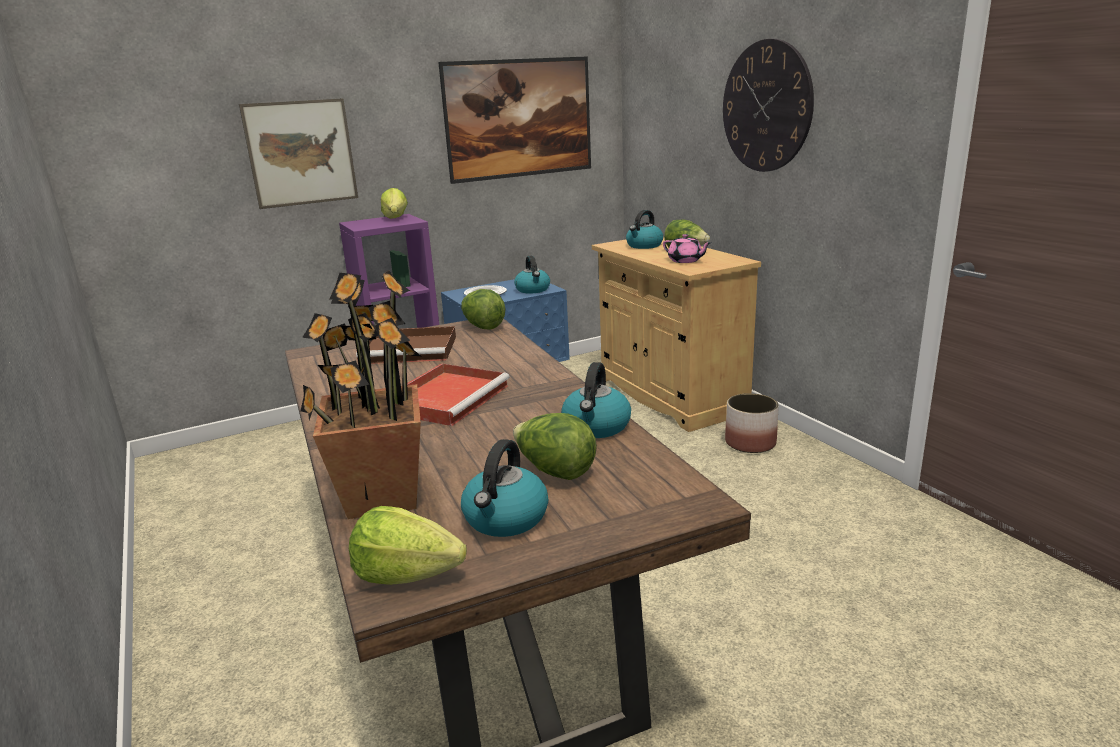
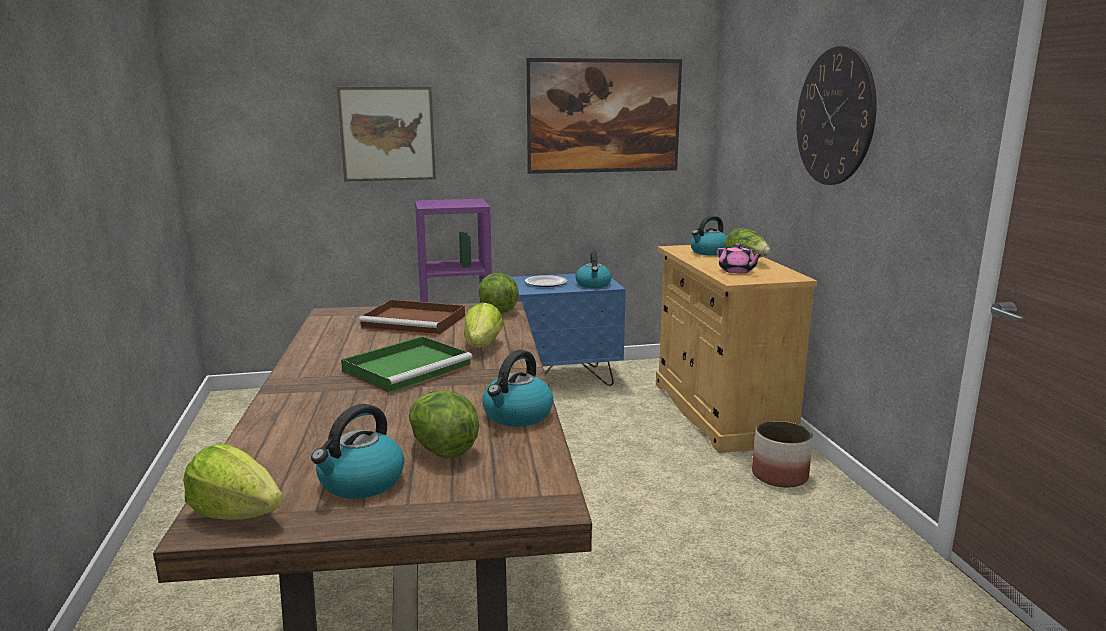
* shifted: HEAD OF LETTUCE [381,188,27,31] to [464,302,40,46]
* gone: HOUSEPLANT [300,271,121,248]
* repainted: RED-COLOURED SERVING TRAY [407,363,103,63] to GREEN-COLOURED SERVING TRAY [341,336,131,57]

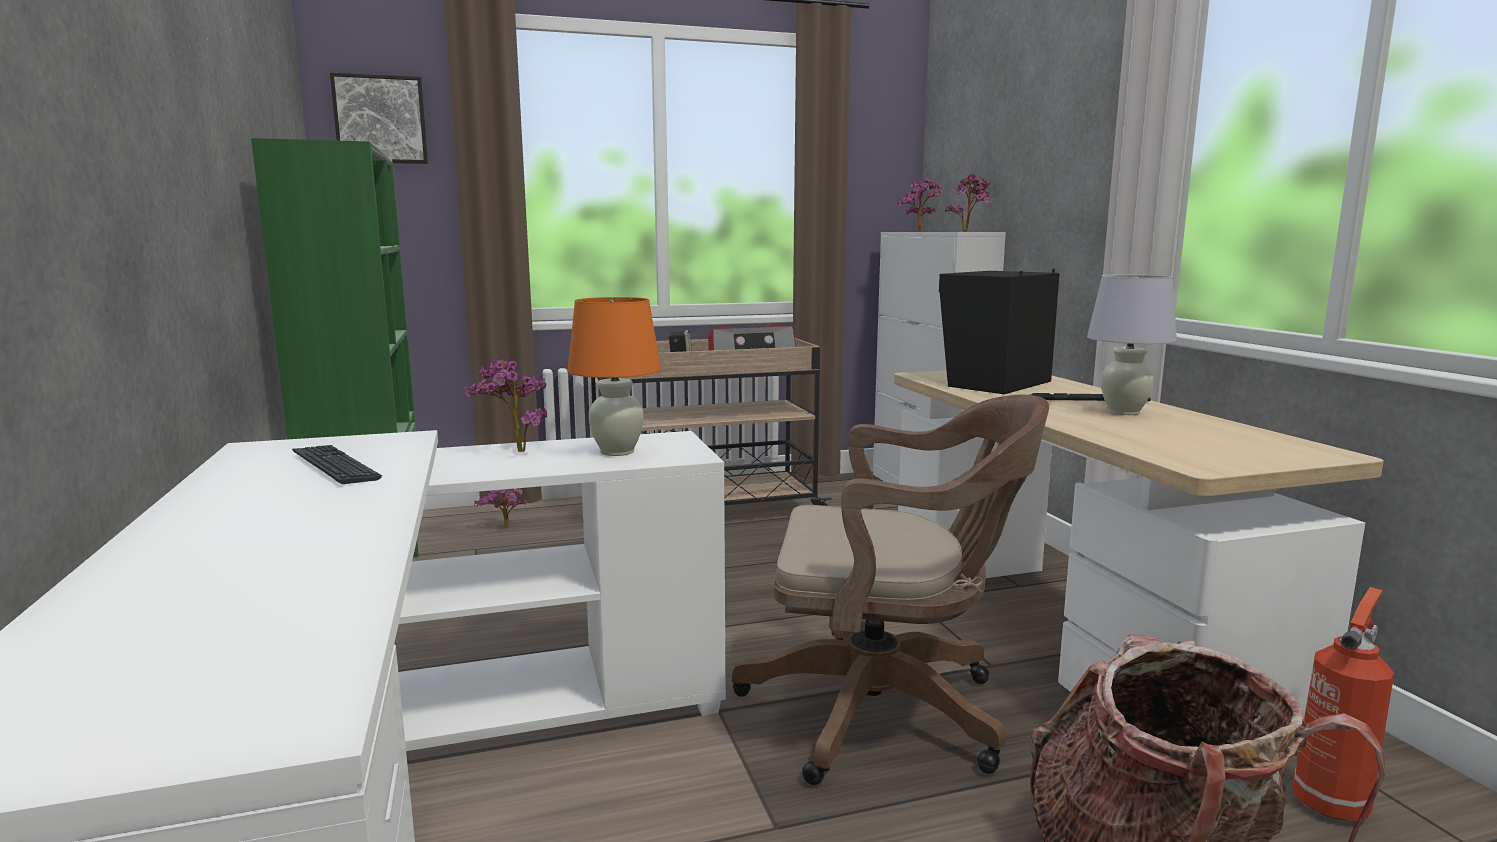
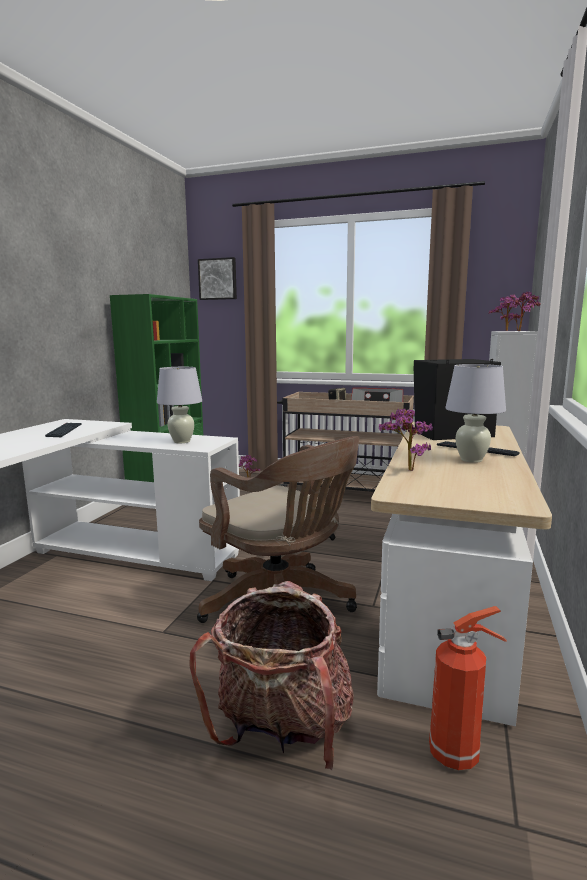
* repainted: ORANGE-COLOURED TABLE LAMP [567,297,94,159] to WHITISH TABLE LAMP [157,367,45,76]
* shifted: HOUSEPLANT [465,359,82,93] to [379,408,54,63]

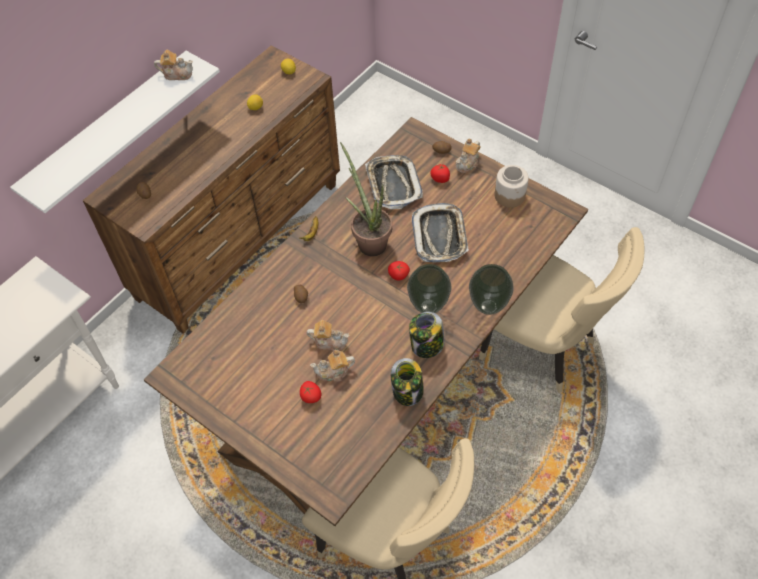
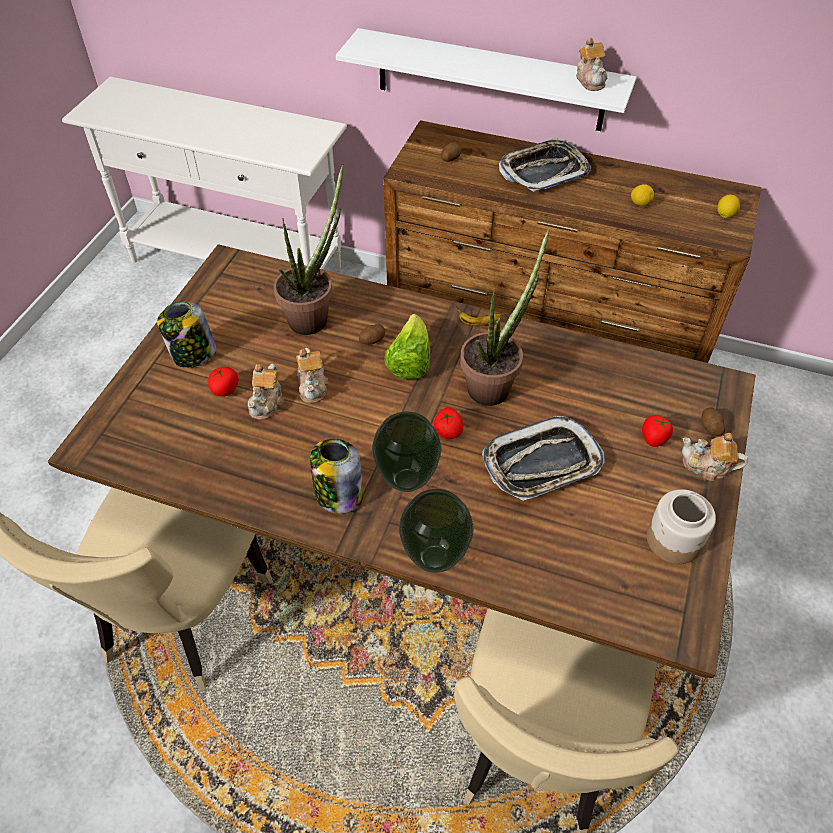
* shifted: SERVING TRAY [365,155,58,54] to [499,138,92,54]
* rotated: TEAPOT [310,350,45,32] = [247,364,37,56] 135 degrees counterclockwise
* shifted: STORAGE JAR [391,358,33,48] to [157,301,59,67]
* new: HOUSEPLANT [274,164,69,171]
* new: HEAD OF LETTUCE [384,314,46,65]

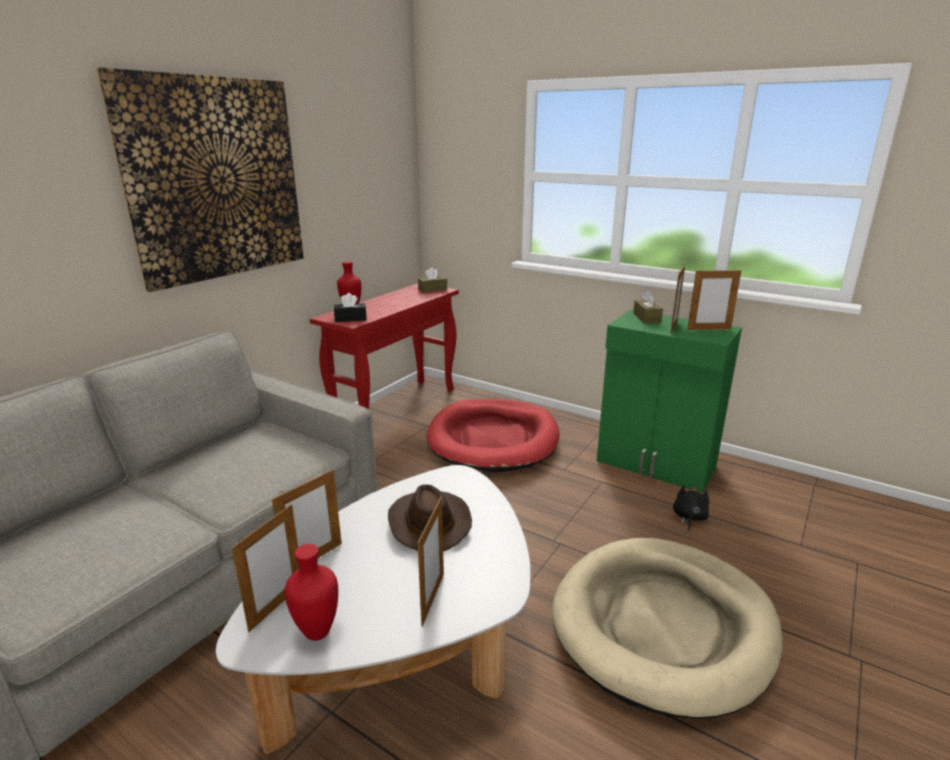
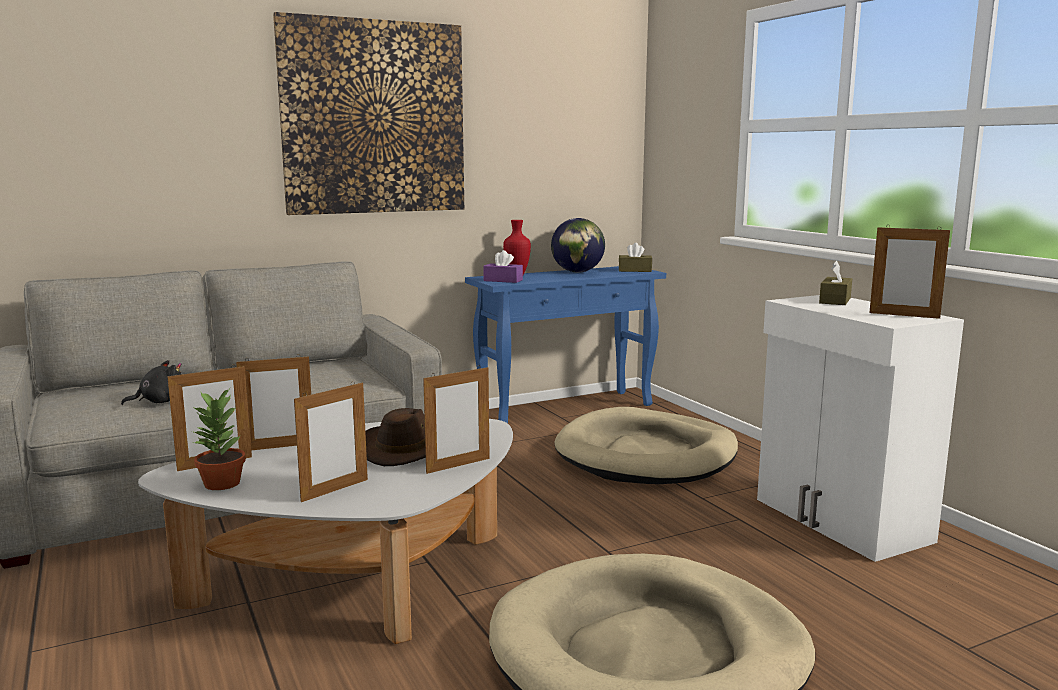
* shifted: STANDING FRAME [670,265,15,69] to [423,365,67,109]
* repainted: RED-COLOURED HALL TABLE [310,284,149,125] to BLUE-COLOURED HALL TABLE [465,266,201,157]
* repainted: BLACKISH TISSUE HOLDER [334,293,33,29] to PURPLE-COLOURED TISSUE HOLDER [483,250,40,33]
* repainted: GREEN-COLOURED STORAGE CABINET [597,310,145,183] to WHITISH STORAGE CABINET [757,295,207,267]
* repainted: RED-COLOURED DOG CUSHION [427,399,133,73] to BEIGE DOG CUSHION [554,407,184,77]
* shifted: BLACKISH CUDDLY TOY [673,485,36,46] to [121,360,61,45]
* swapped: RED-COLOURED VASE [285,544,53,97] to HOUSEPLANT [192,390,54,100]
* new: DESK GLOBE [551,218,54,55]

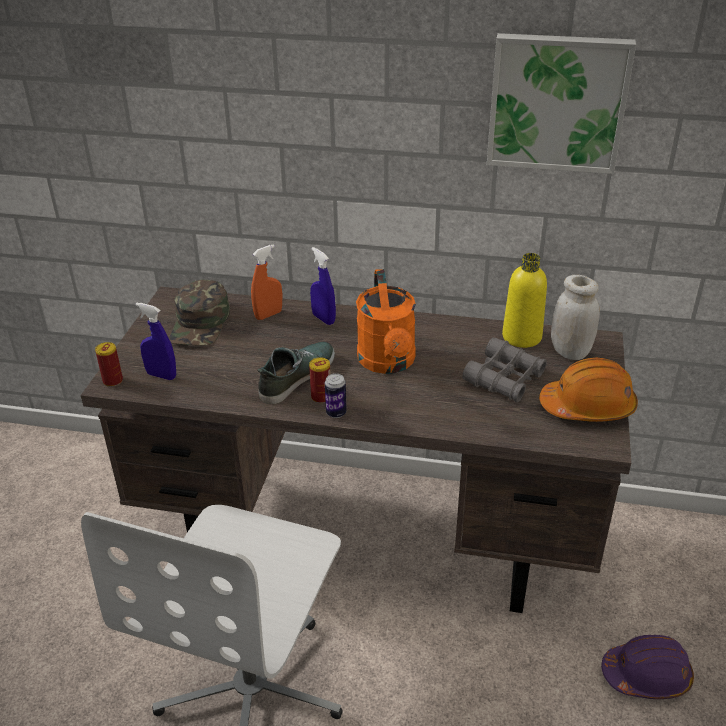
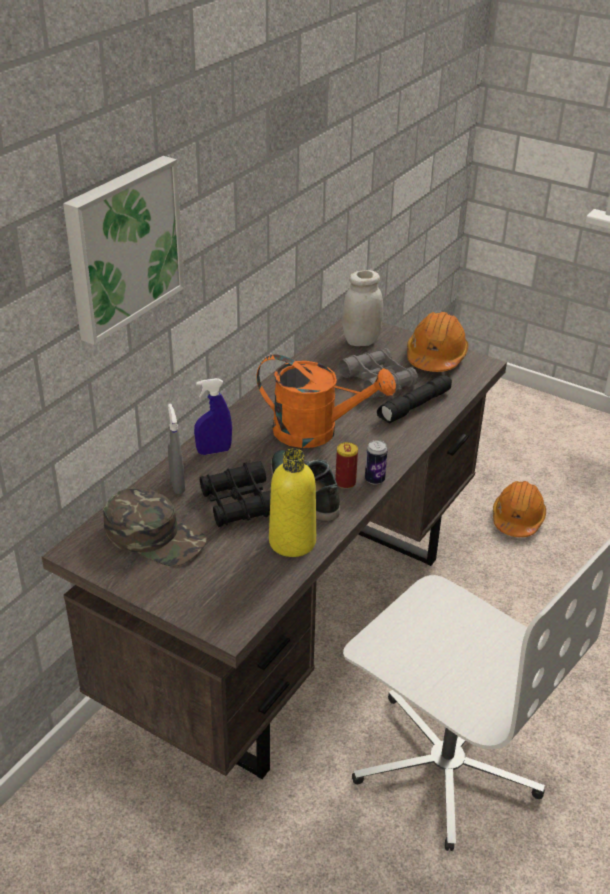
* shifted: WALL ART [487,33,149,141] to [63,156,121,189]
* repainted: ORANGE-COLOURED HAND SPRAYER [251,244,31,76] to GRAY HAND SPRAYER [168,404,17,90]
* shifted: YELLOW DRINK BOTTLE [502,253,45,95] to [269,448,47,109]
* gone: BLUE-COLOURED HAND SPRAYER [135,303,41,77]
* gone: SEALED CAN [95,342,28,45]
* repainted: PURPLE-COLOURED HARD HAT [601,635,93,64] to ORANGE-COLOURED HARD HAT [493,481,53,56]
* new: BLACKISH FLASHLIGHT [377,375,75,48]
* new: BLACKISH FIELD GLASSES [200,461,71,66]

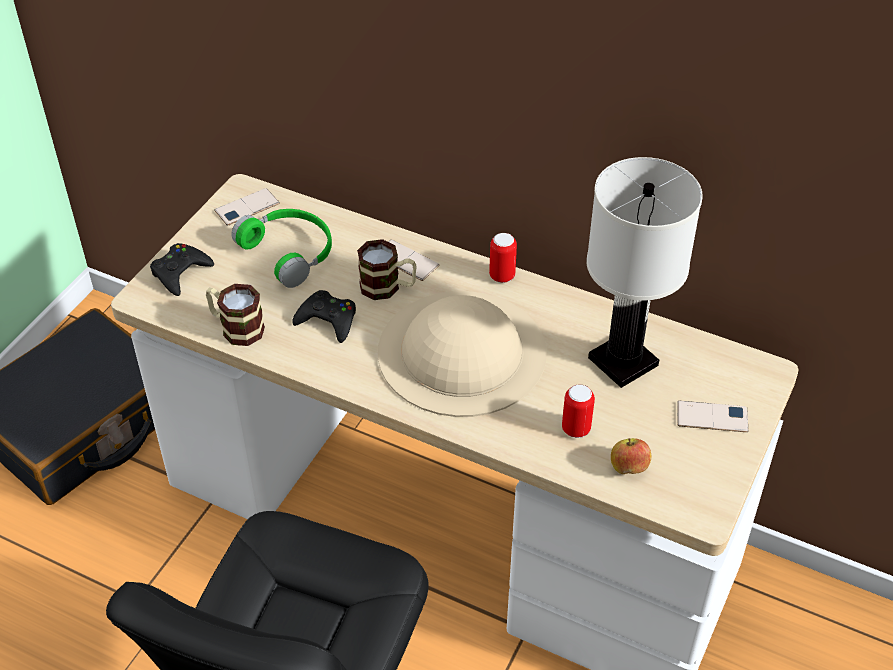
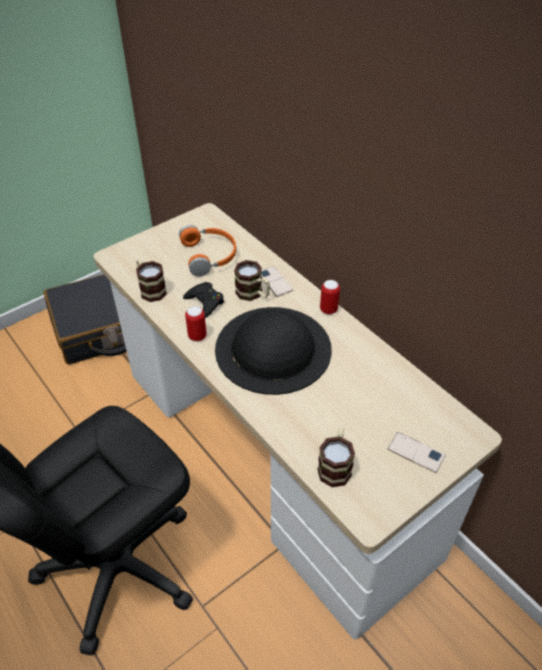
* gone: WHITISH TABLE LAMP [587,157,116,231]
* gone: HANDSET [214,188,66,38]
* repainted: GREEN-COLOURED HEADSET [232,209,100,79] to ORANGE-COLOURED HEADSET [179,225,57,52]
* gone: BLACKISH JOYPAD [150,243,64,53]
* repainted: BEIGE CLOTHING HAT [378,291,169,126] to BLACKISH CLOTHING HAT [215,307,117,88]
* shifted: SEALED CAN [562,384,33,54] to [185,306,22,36]
* swapped: WHOLE APPLE [611,438,40,36] to COFFEE MUG [317,427,38,60]

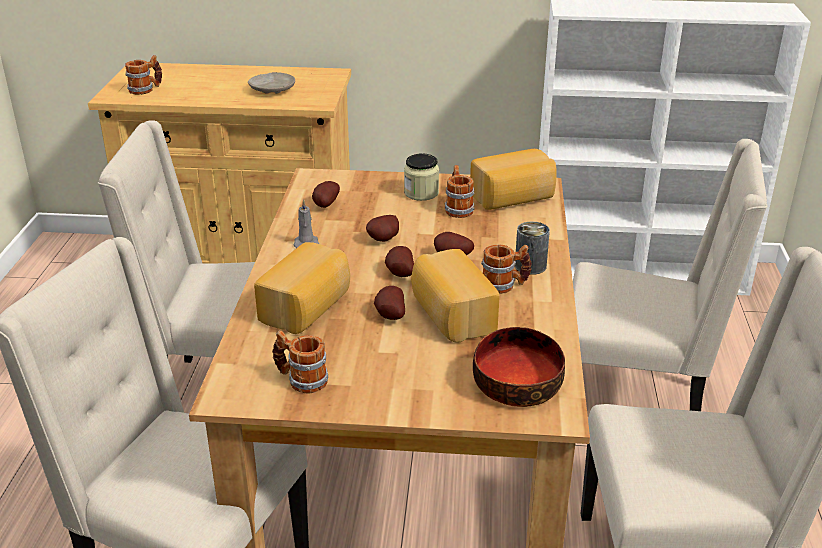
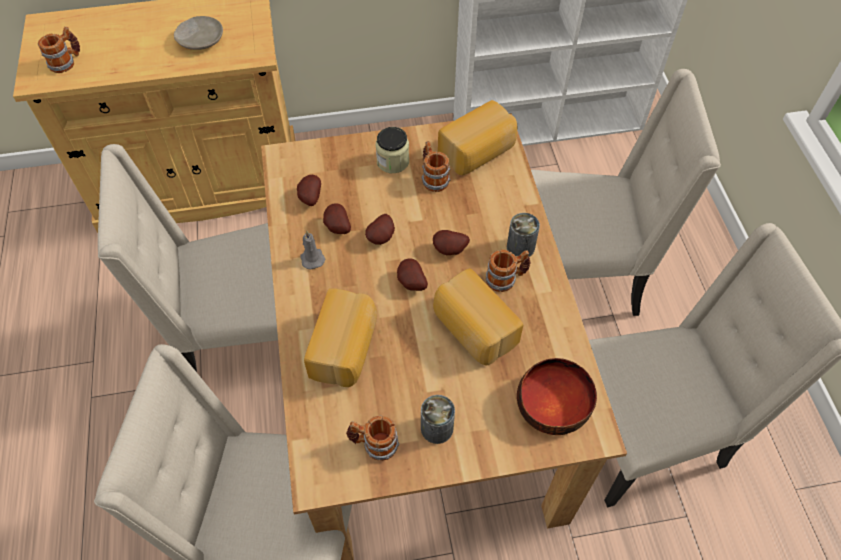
* shifted: POTATO [374,286,31,34] to [323,203,28,31]
* new: SEALED CAN [421,395,34,49]

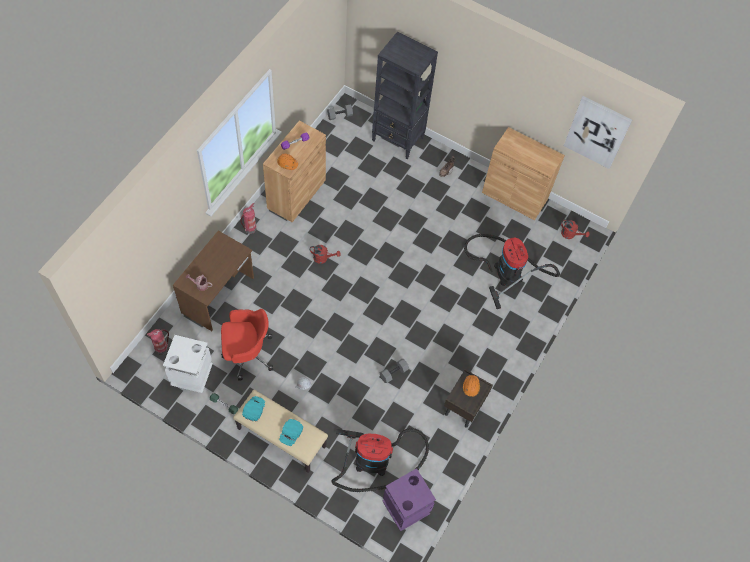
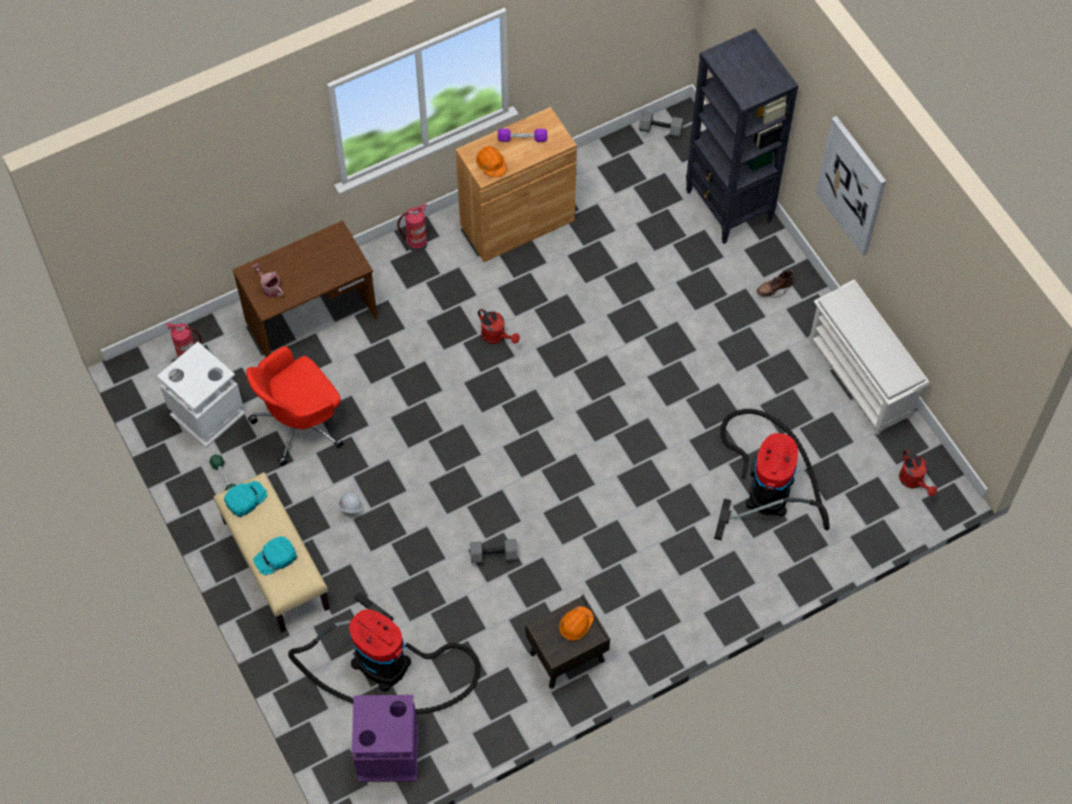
* shifted: WALL ART [564,96,68,73] to [816,116,70,140]
* swapped: BROWNISH STORAGE CABINET [482,127,83,93] to WHITISH SHOE STAND [809,280,120,155]
* rotated: RED-COLOURED OFFICE CHAIR [221,309,52,72] = [246,346,98,120] 120 degrees clockwise

